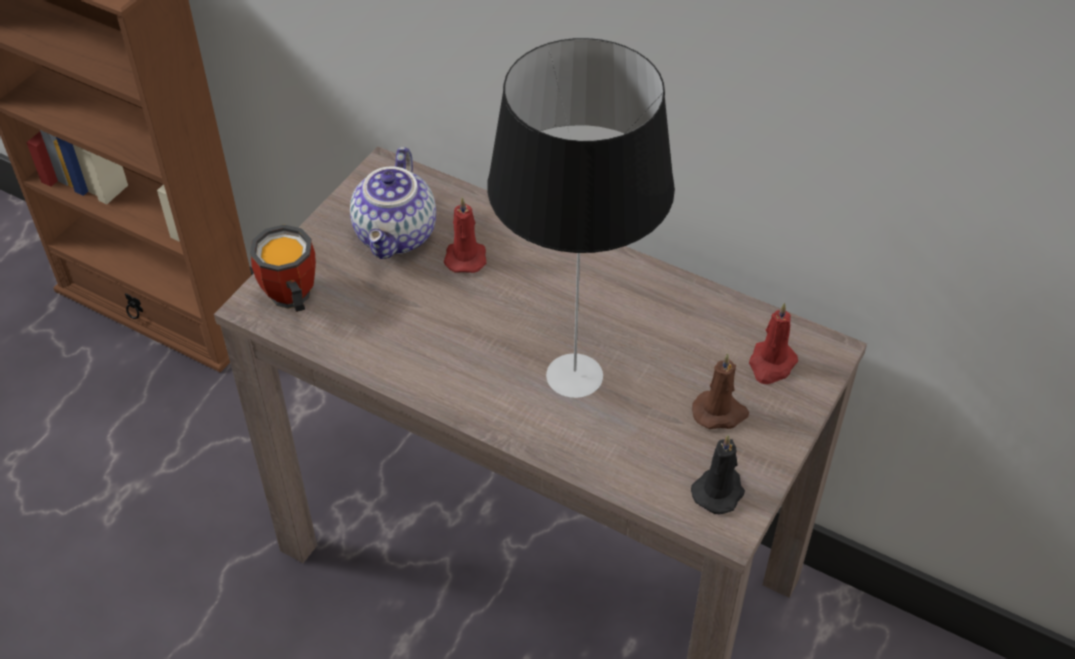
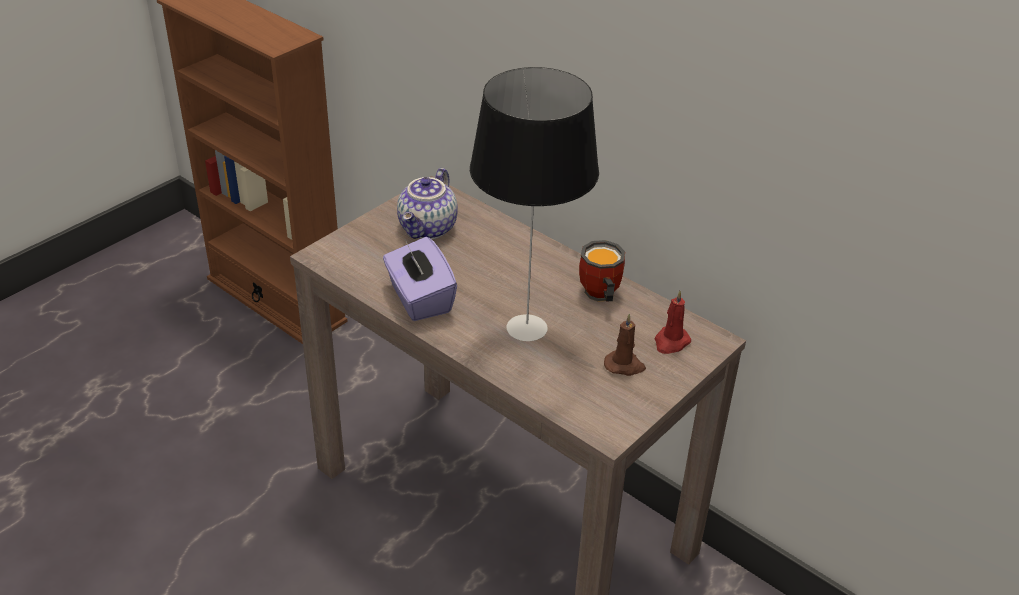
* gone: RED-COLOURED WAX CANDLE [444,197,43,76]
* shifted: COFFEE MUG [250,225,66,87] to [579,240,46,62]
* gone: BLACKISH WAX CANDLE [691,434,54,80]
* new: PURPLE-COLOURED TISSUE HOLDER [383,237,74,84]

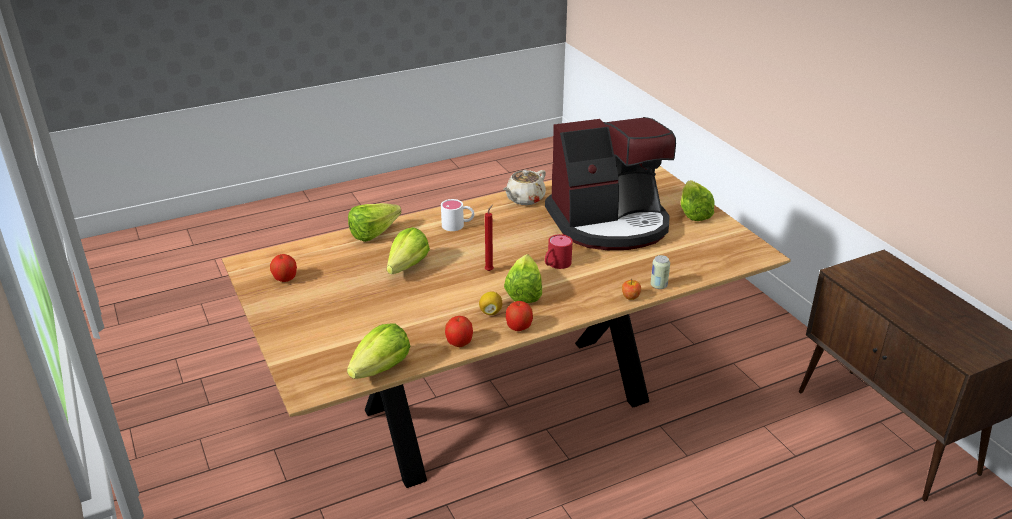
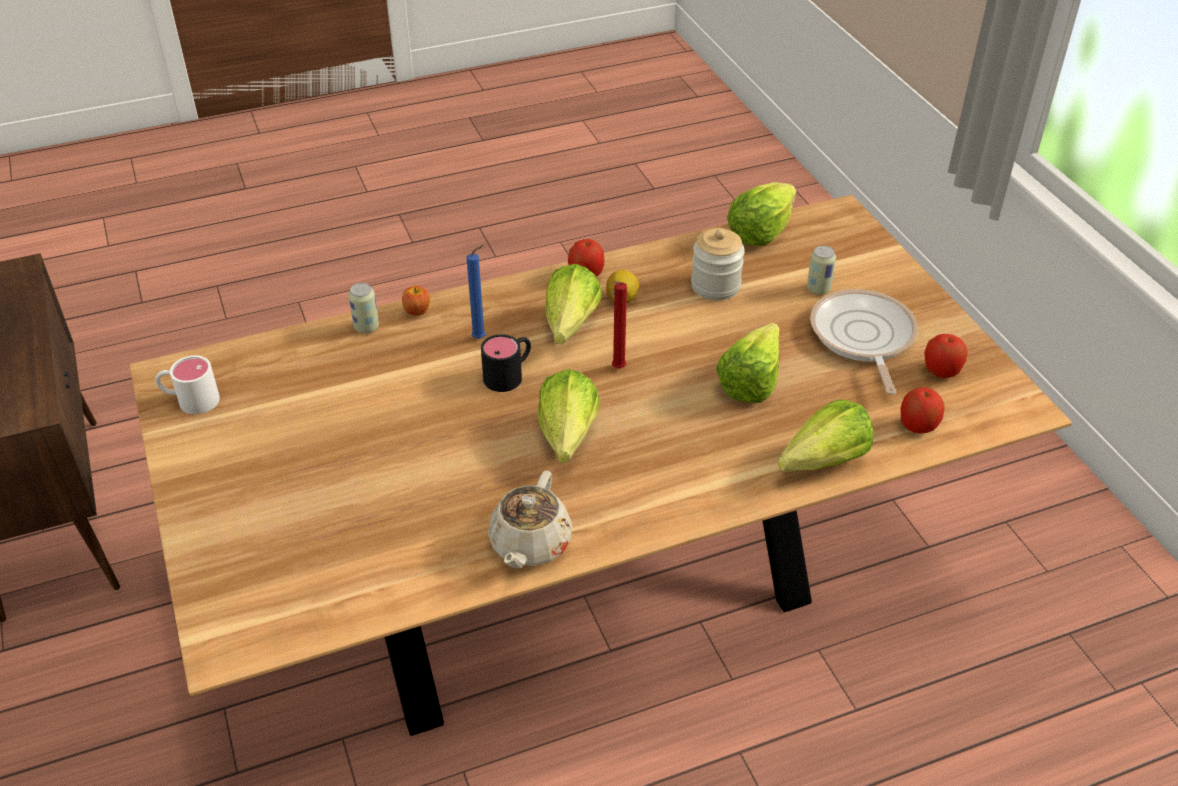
* gone: COFFEE MAKER [545,117,131,133]
* rotated: BEIGE TEAPOT [503,170,43,35] = [488,471,84,98] 150 degrees clockwise
* shifted: HEAD OF LETTUCE [681,180,34,41] to [538,369,61,94]
* shifted: WHITISH COFFEE MUG [441,199,33,32] to [155,355,65,59]
* repainted: RED-COLOURED COFFEE MUG [545,234,28,35] to BLACKISH COFFEE MUG [481,334,50,58]
* shifted: WHOLE APPLE [445,316,28,31] to [901,387,44,47]
* new: STORAGE JAR [691,228,54,72]
* new: BLUE-COLOURED WAX CANDLE [467,245,19,94]
* new: SEALED CAN [807,246,29,49]
* new: SKILLET [810,289,108,106]

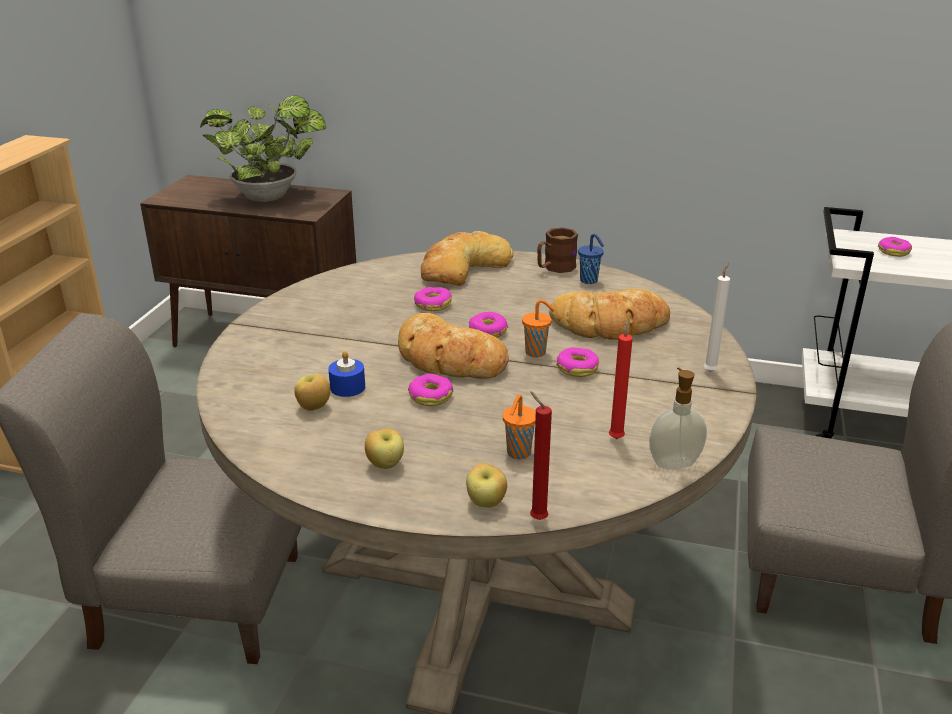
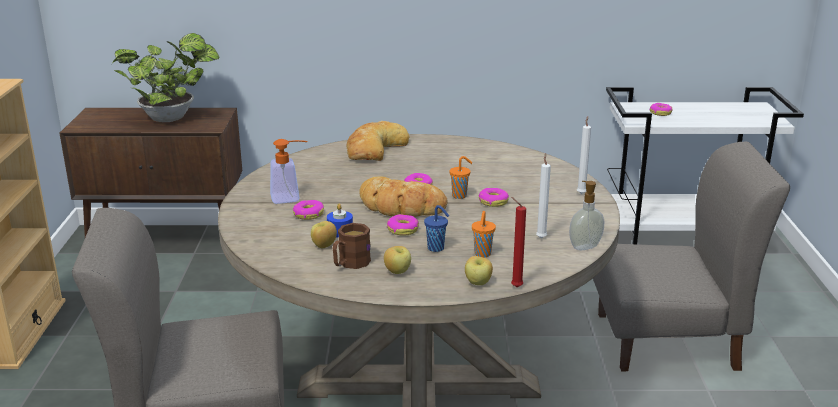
* shifted: BROWNISH COFFEE MUG [537,227,41,46] to [333,223,38,46]
* shifted: BLUE-COLOURED DRINKING CUP [578,234,26,50] to [424,205,25,47]
* shifted: RING DOUGHNUT [414,287,38,24] to [293,200,31,20]
* gone: BAKED BREAD [549,289,121,51]
* repainted: RED-COLOURED WAX CANDLE [609,319,23,120] to WHITISH WAX CANDLE [536,153,15,86]
* new: LIQUID SOAP BOTTLE [270,139,38,65]

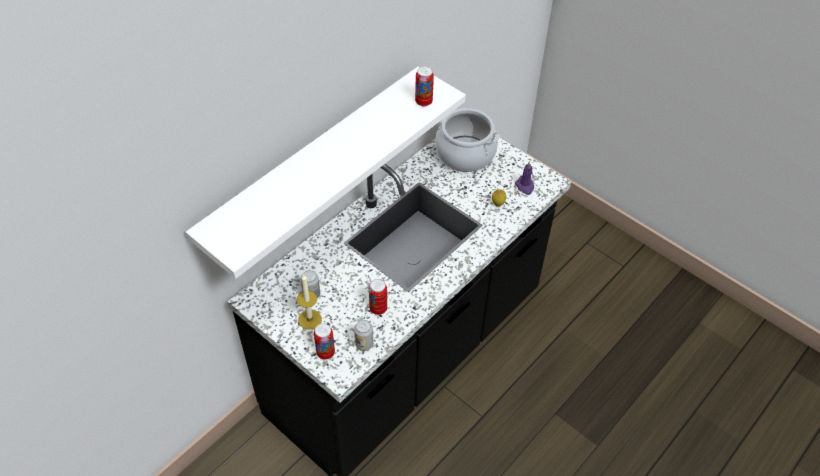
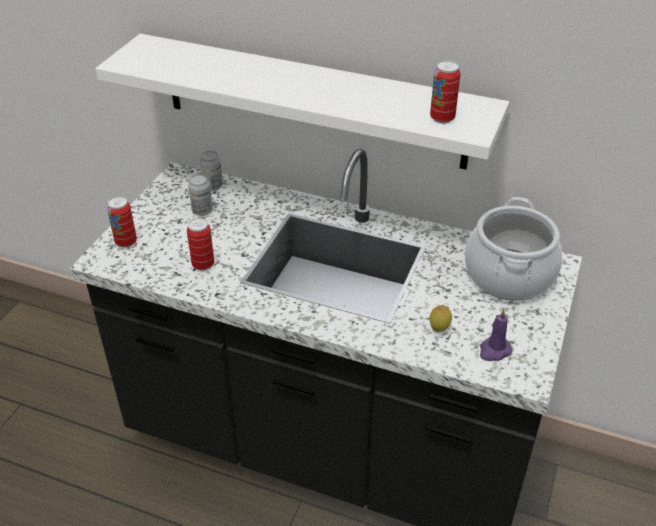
* gone: WAX CANDLE [297,274,25,56]
* shifted: SEALED CAN [354,320,19,31] to [200,151,23,40]

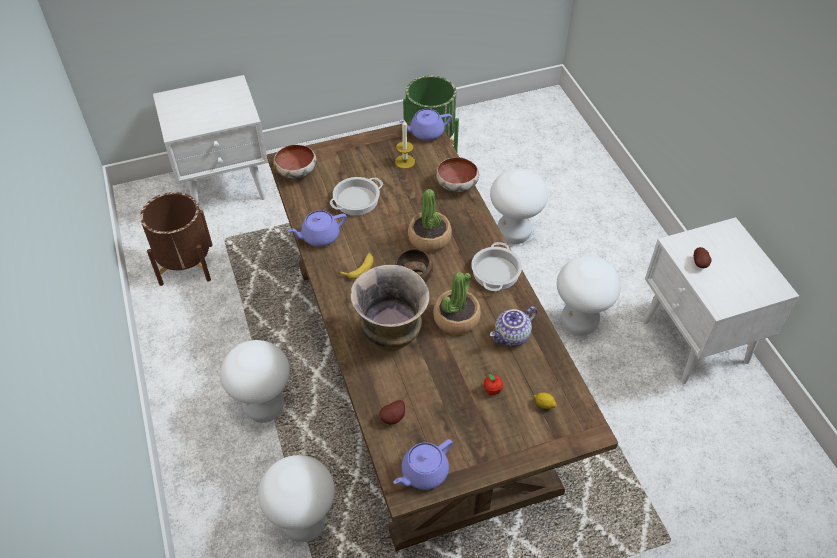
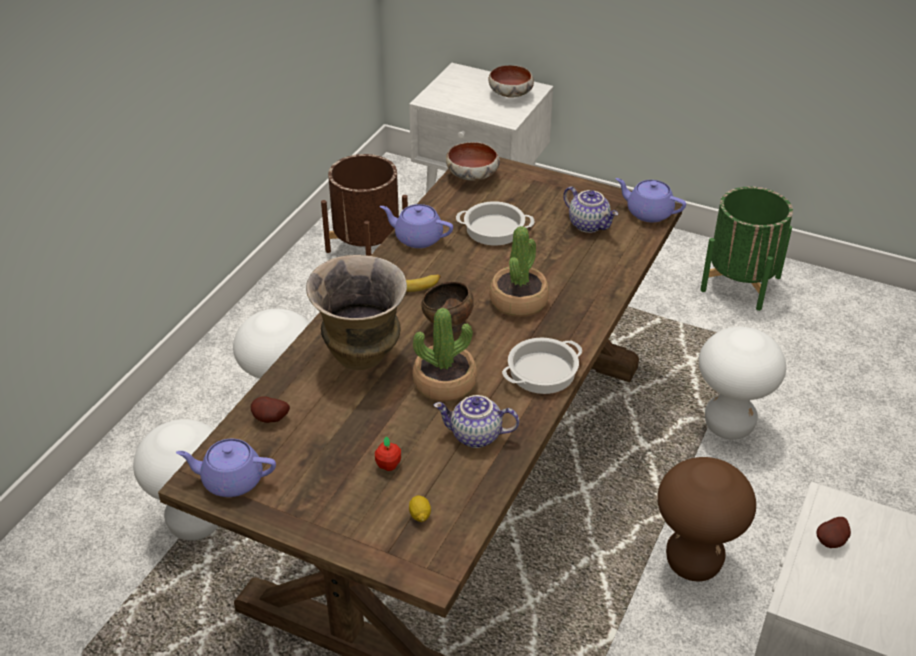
* swapped: WAX CANDLE [395,120,20,49] to TEAPOT [563,187,55,46]
* shifted: DEEP DISH [436,157,43,35] to [488,65,46,33]
* repainted: WHITISH STOOL [557,256,64,80] to BROWNISH STOOL [657,457,99,124]

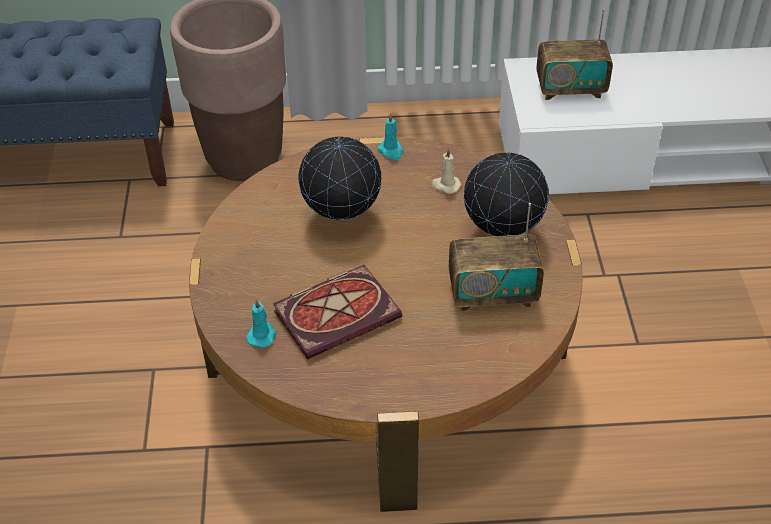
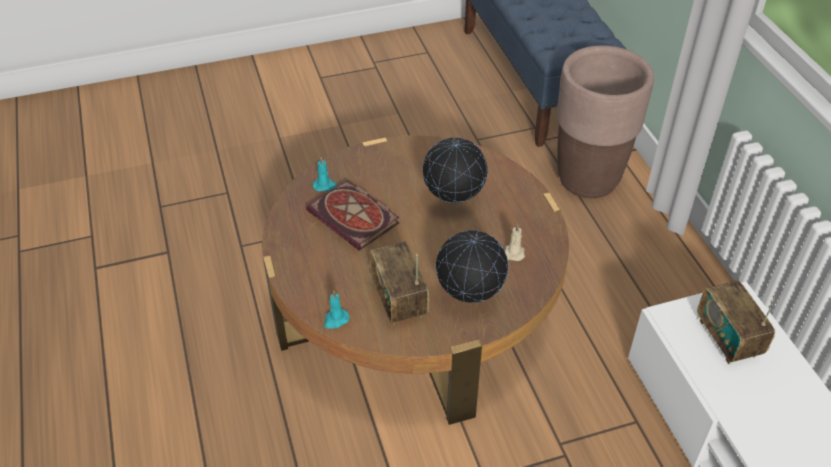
* shifted: TURQUOISE WAX CANDLE [377,113,26,47] to [324,291,25,38]

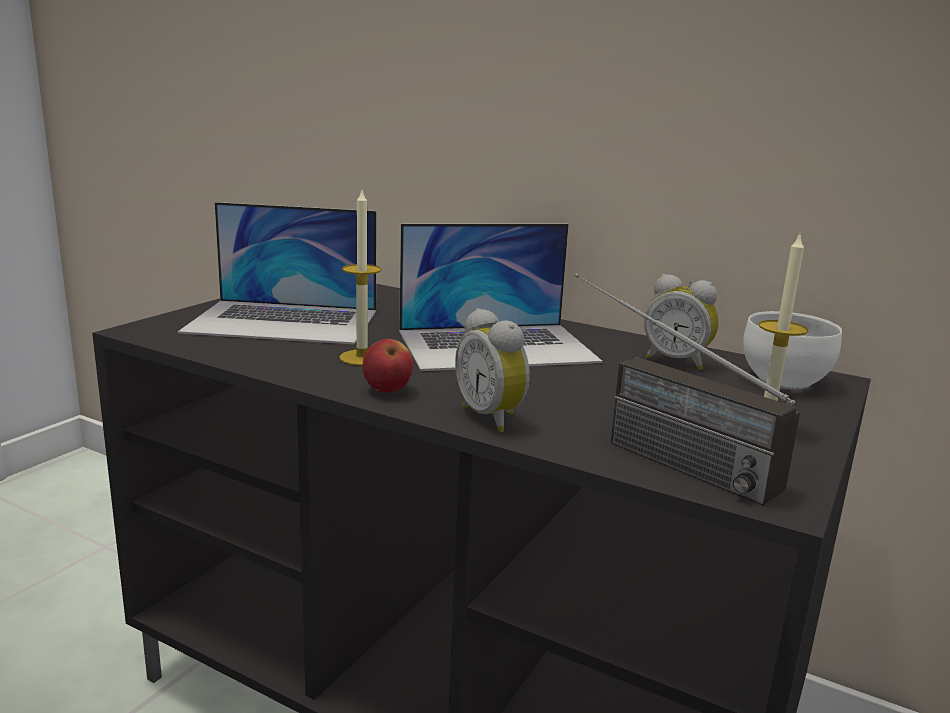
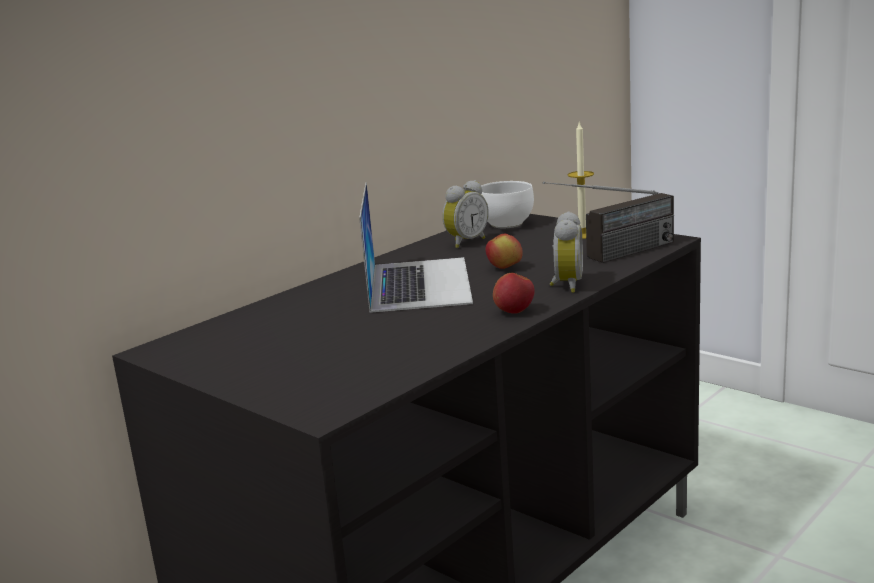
* gone: WAX CANDLE [339,190,43,175]
* gone: NOTEBOOK COMPUTER [178,202,199,142]
* rotated: TABLE CLOCK [455,308,75,124] = [550,211,33,82] 60 degrees counterclockwise
* new: WHOLE APPLE [485,234,38,35]

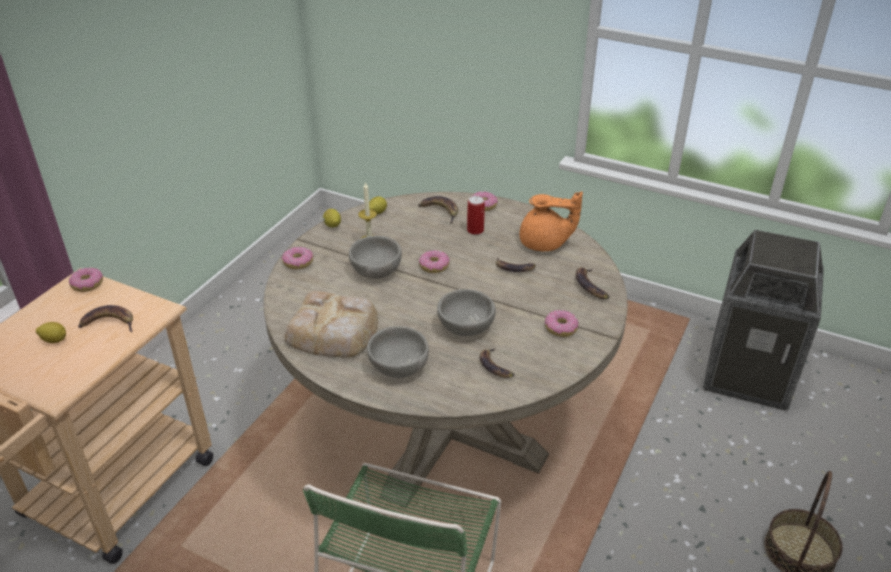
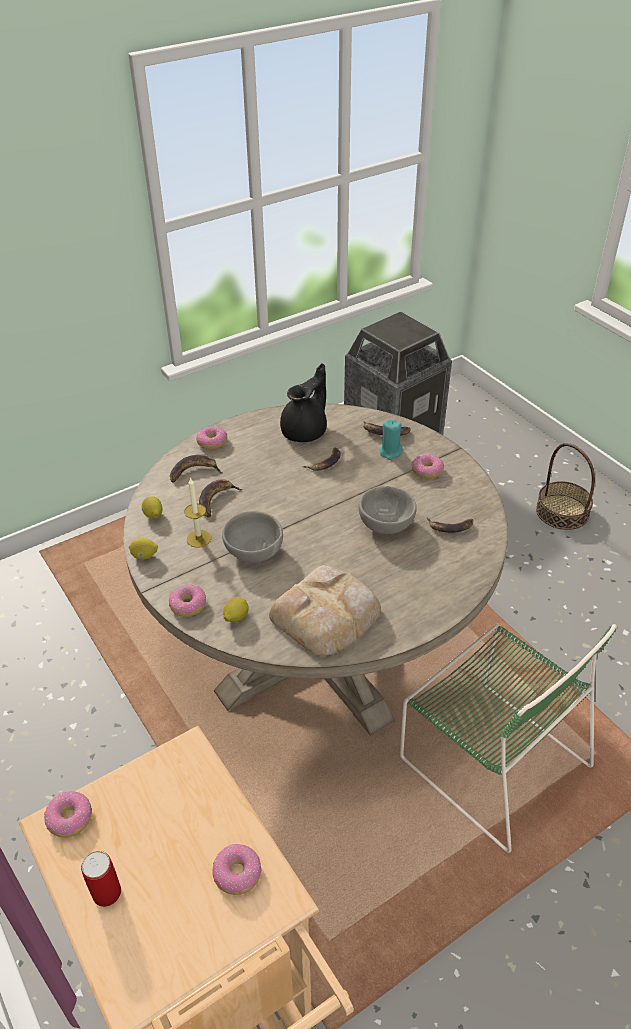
* repainted: ORANGE-COLOURED TEAPOT [520,191,63,60] to BLACKISH TEAPOT [280,363,47,79]
* shifted: SEALED CAN [467,196,18,39] to [81,851,40,56]
* shifted: RING DOUGHNUT [419,250,31,23] to [212,844,50,51]
* shifted: BANANA [78,305,55,27] to [199,479,44,38]
* shifted: CITRUS FRUIT [36,322,30,21] to [223,597,26,25]
* gone: GRAY DEEP DISH [367,326,62,52]
* new: TURQUOISE WAX CANDLE [380,420,23,40]

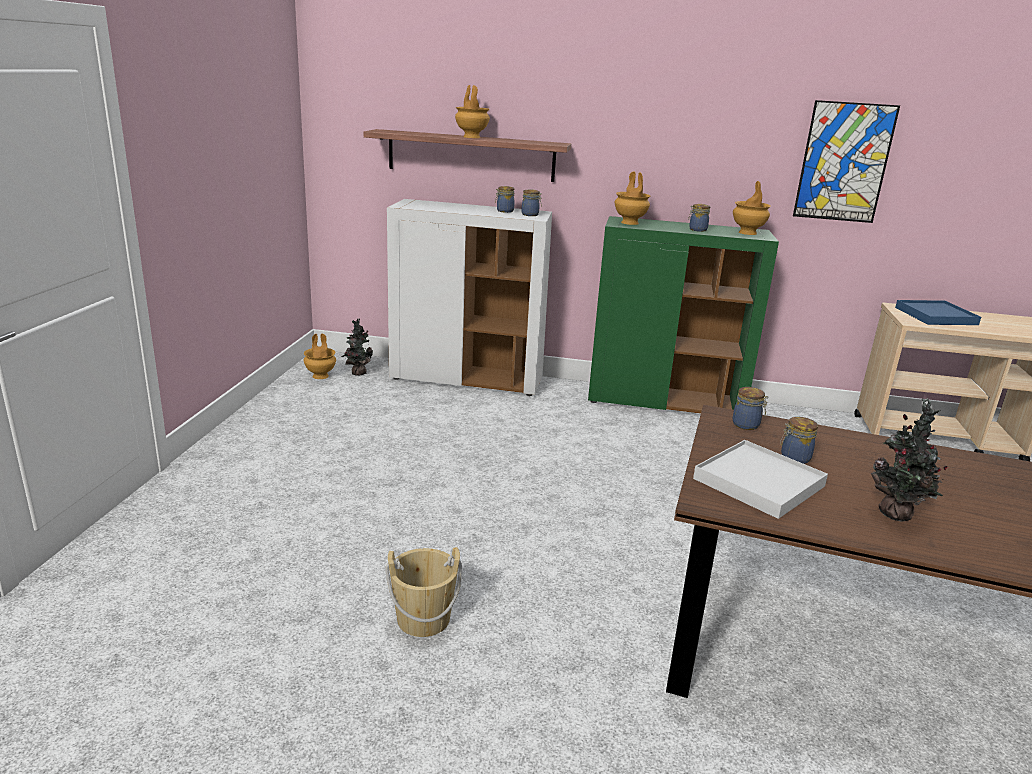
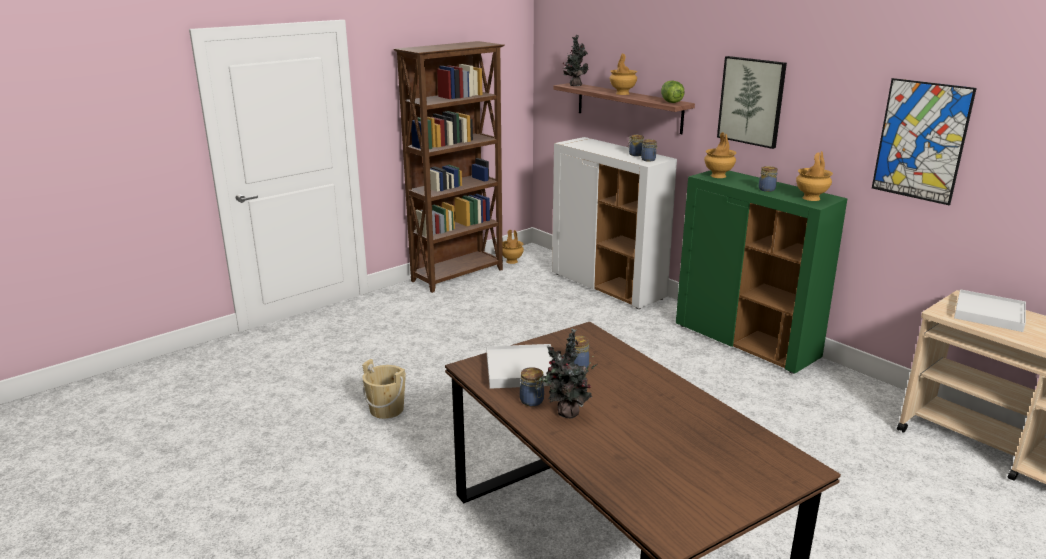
* repainted: BLUE-COLOURED SERVING TRAY [895,300,86,25] to WHITISH SERVING TRAY [954,289,72,43]
* shifted: HOUSEPLANT [341,319,32,57] to [563,35,26,51]
* shifted: STORAGE JAR [733,387,36,43] to [520,367,24,39]
* new: BROWNISH SHELVING UNIT [394,41,111,252]
* new: WALL ART [717,56,70,93]
* new: HEAD OF LETTUCE [661,81,23,22]

